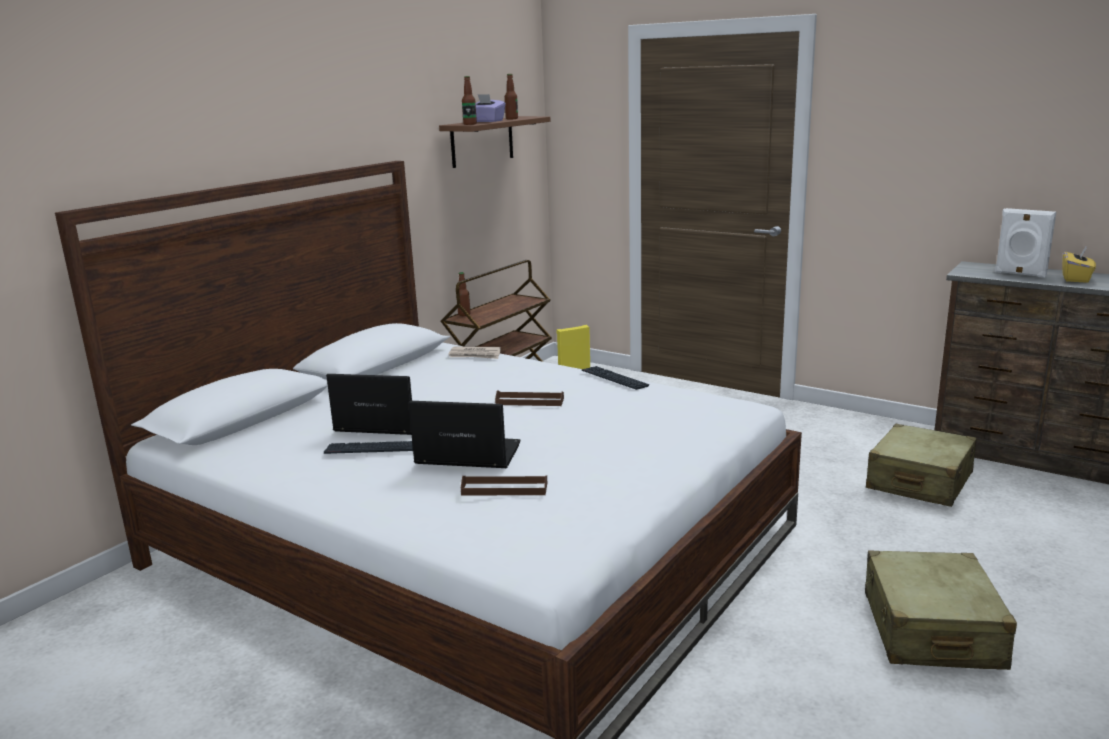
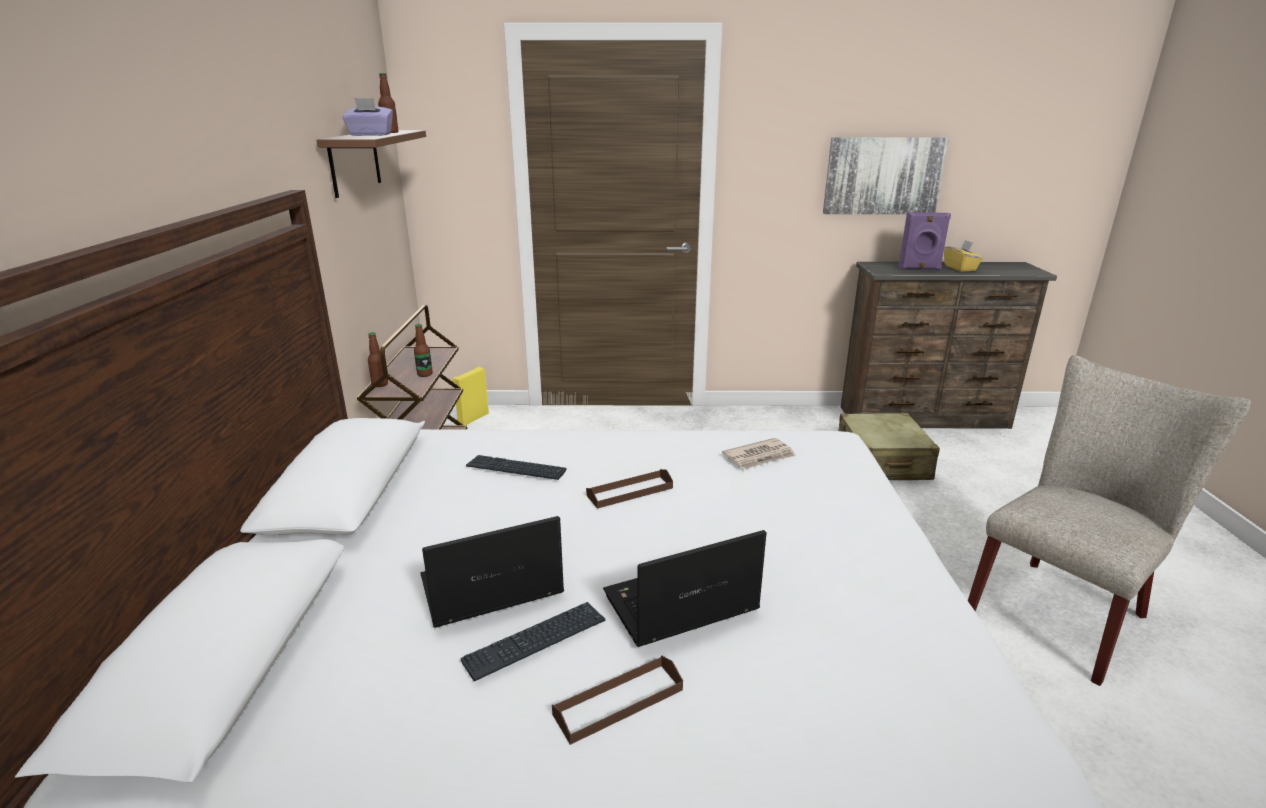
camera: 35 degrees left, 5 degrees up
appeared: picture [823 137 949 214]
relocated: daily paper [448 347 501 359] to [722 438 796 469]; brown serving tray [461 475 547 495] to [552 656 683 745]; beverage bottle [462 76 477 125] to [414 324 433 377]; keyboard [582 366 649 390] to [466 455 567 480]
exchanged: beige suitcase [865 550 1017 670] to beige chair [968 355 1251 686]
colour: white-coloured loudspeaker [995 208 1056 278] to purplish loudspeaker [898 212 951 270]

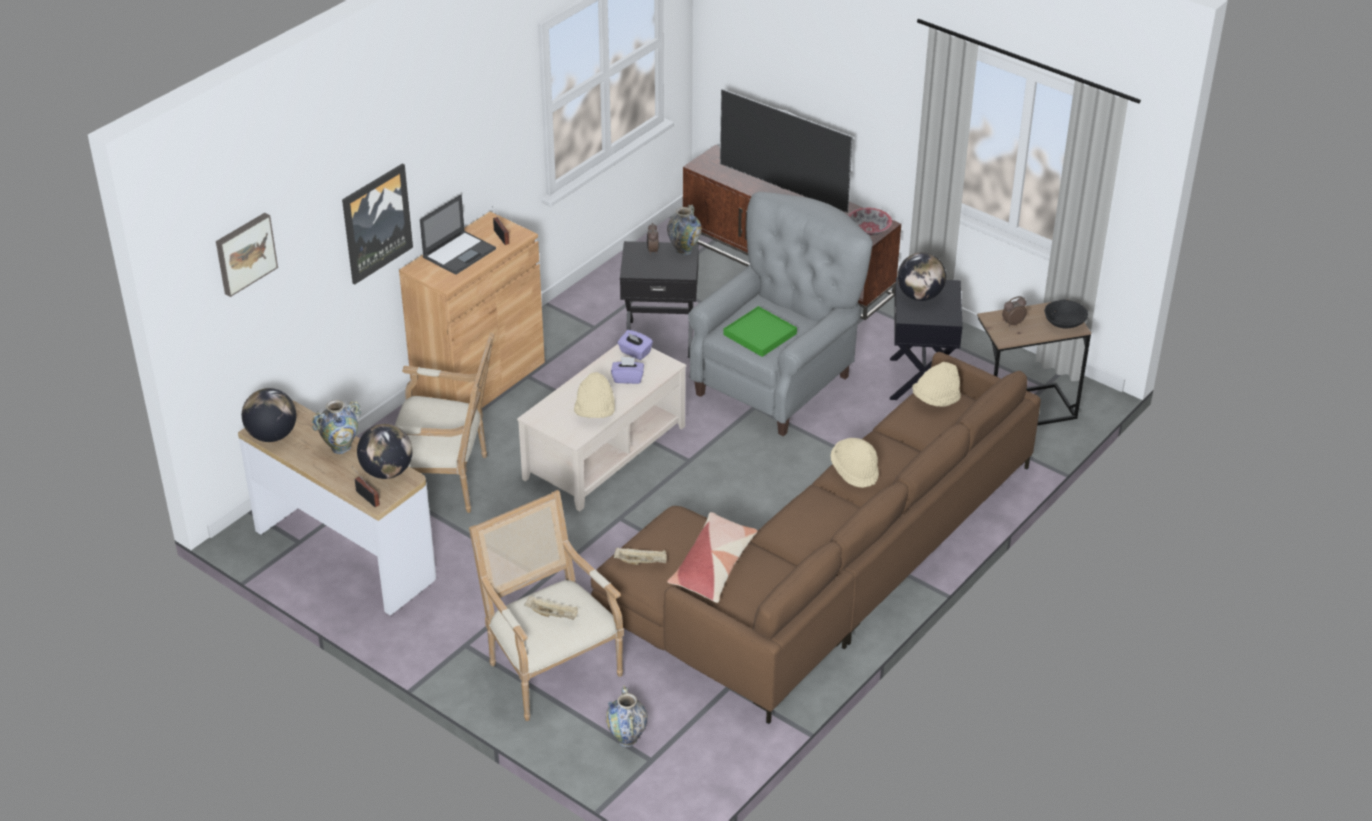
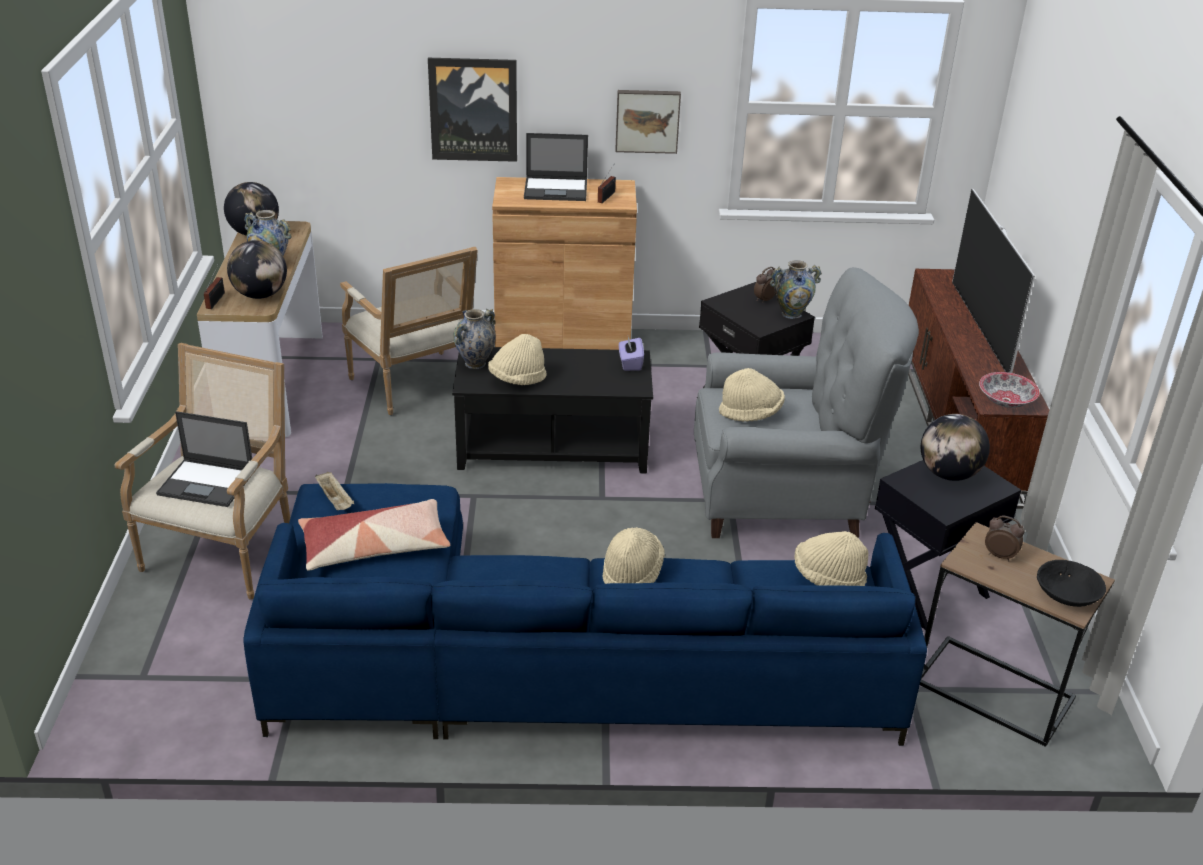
camera: 50 degrees right, 5 degrees down
missing: purplish tissue box [611 357 644 384]
relocated: picture [216 213 278 297] to [615 90 681 154]; vase [606 685 648 747] to [453 308 496 369]
exchanged: beige serving tray [524 596 578 620] to portable computer [156 411 252 507]; green serving tray [724 306 797 357] to beige clothing hat [719 368 785 422]
colour: beige low table [517 344 686 511] to black-coloured low table [452 347 653 473]; brown sofa [591 352 1041 724] to bluish sofa [243 483 927 746]

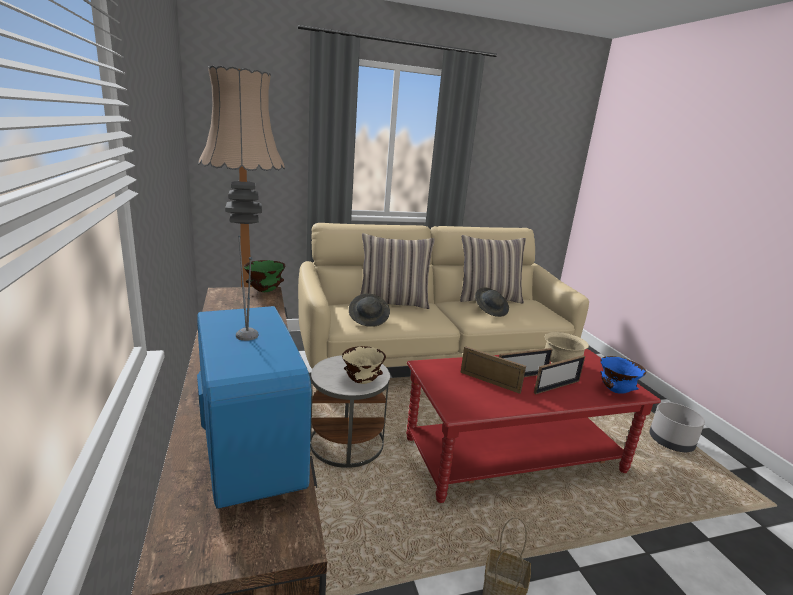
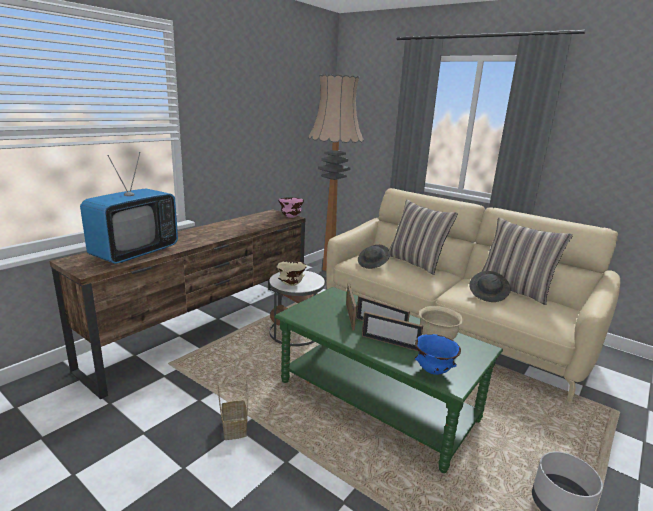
camera: 55 degrees right, 0 degrees up
colour: green deep dish [244 260 286 292] to pink deep dish [278 197 304 218]; reddish low table [406 349 661 503] to green low table [275 287 503 473]

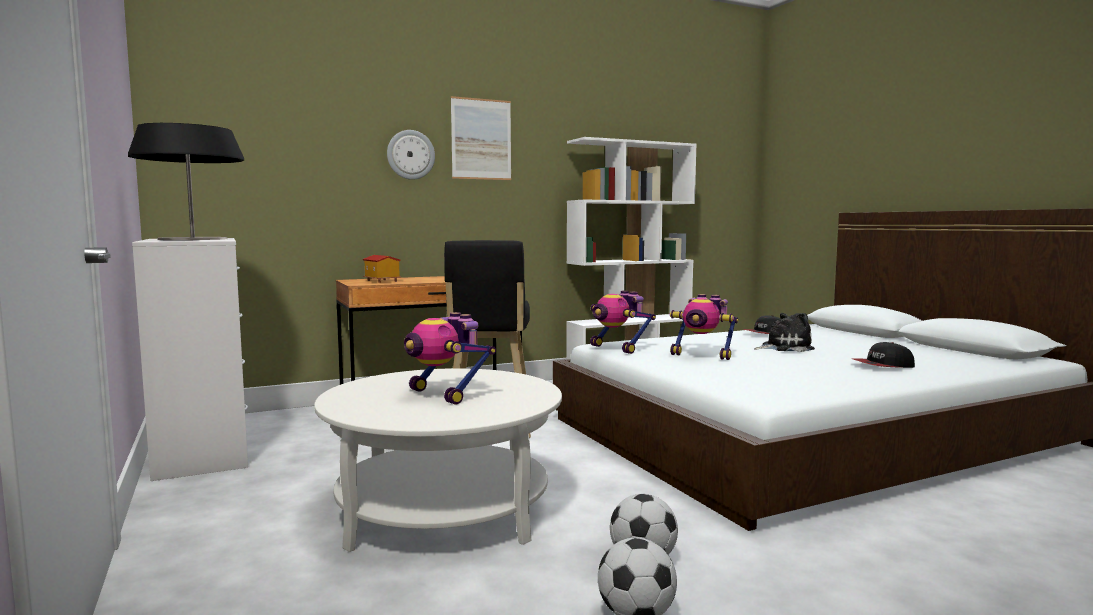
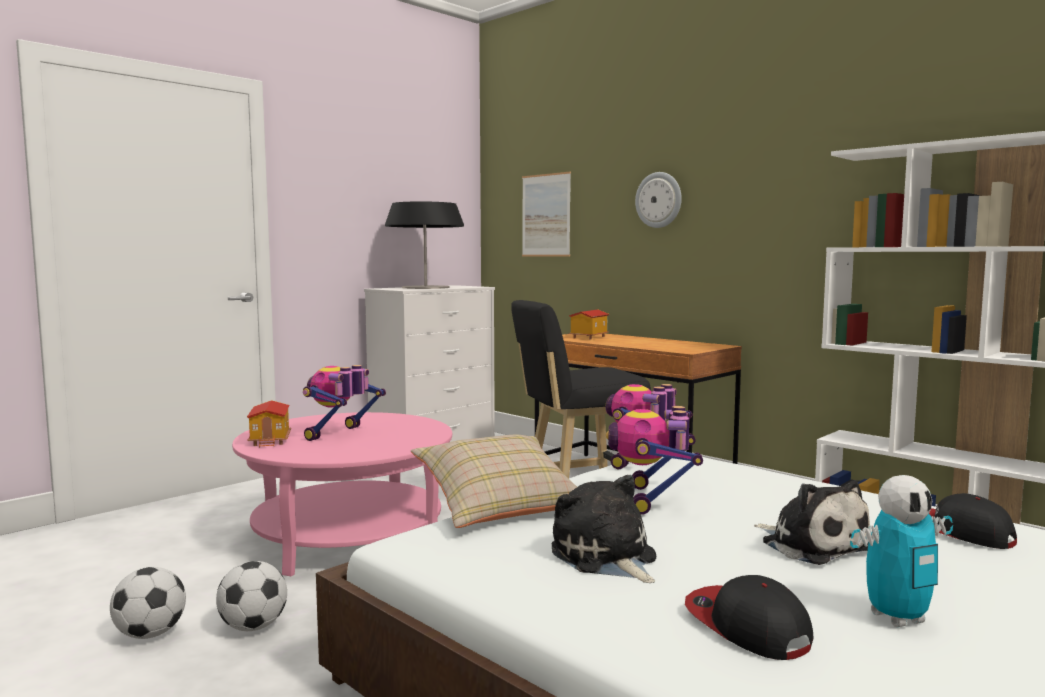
camera: 70 degrees right, 0 degrees up
appeared: miniature house [247 400 291 448]; beige pillow [411 435 577 528]; soft toy [552 475 656 583]; robot figure [850 475 953 627]
relocated: picture [451 96 511 180] to [522 172 571 257]
colour: white-coloured low table [314 368 562 552] to pink low table [232 412 452 576]

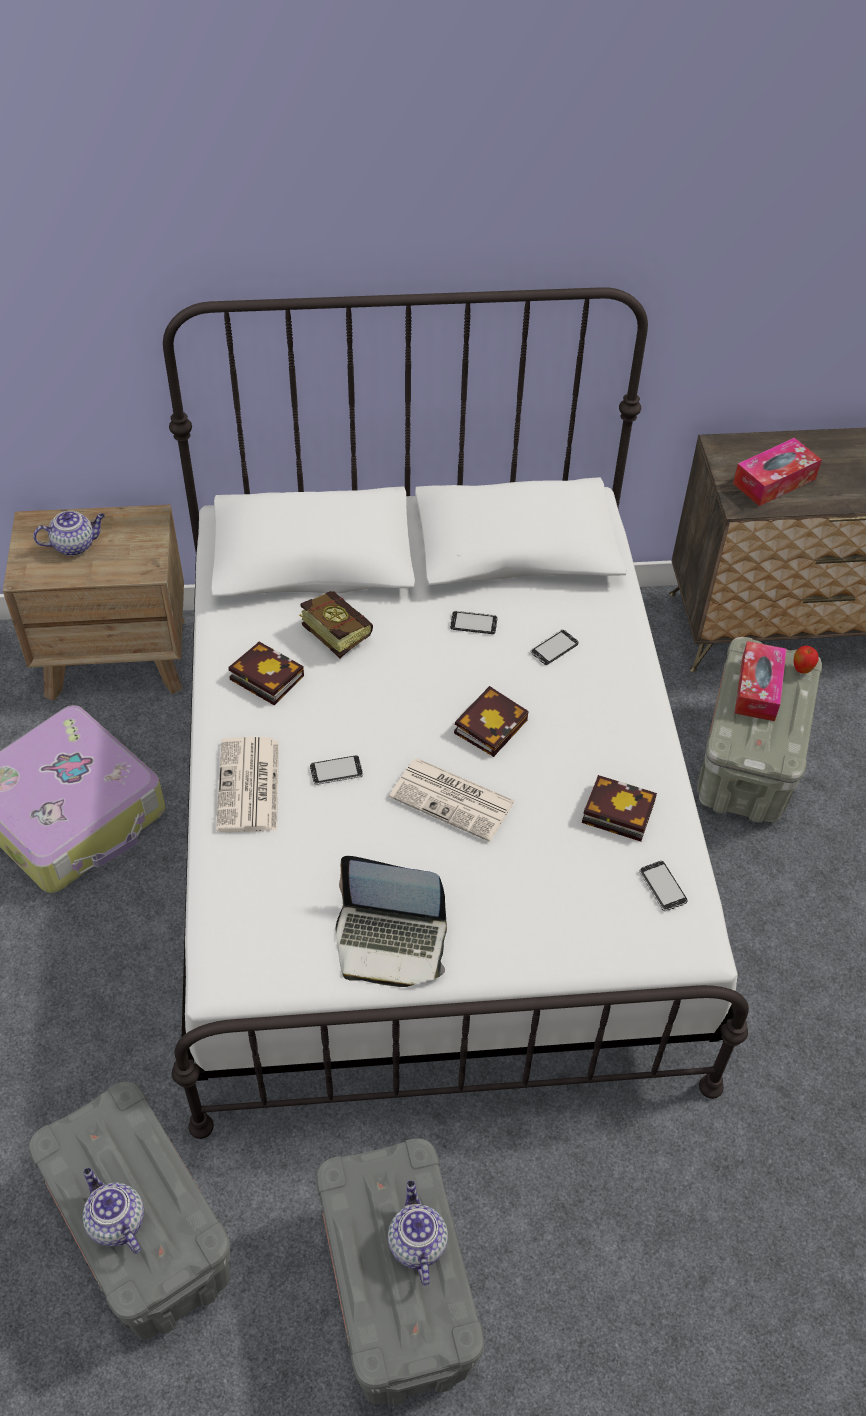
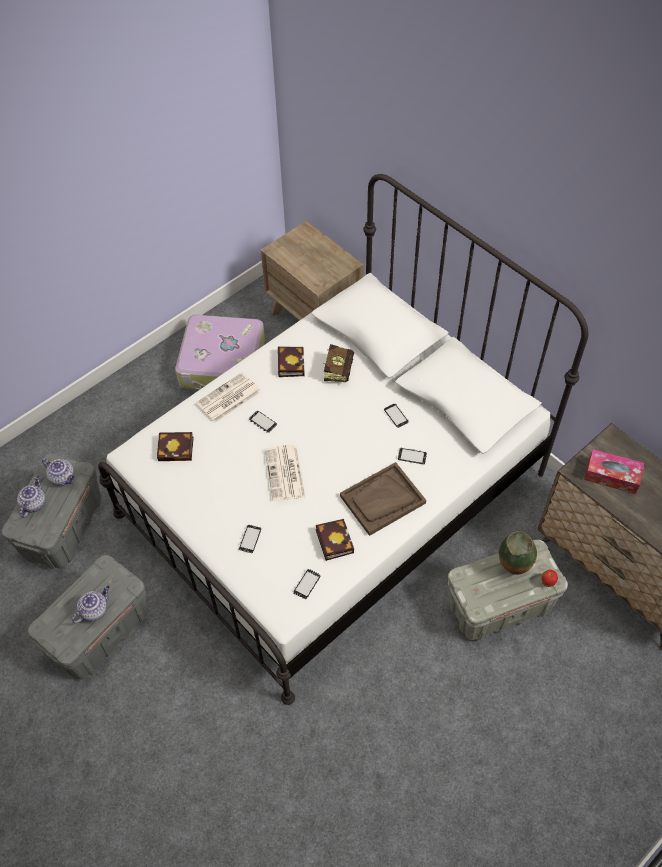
camera: 55 degrees right, 5 degrees up
missing: portable computer [336 856 447 987]
appeared: telephone [238 525 261 553]; brown serving tray [340 462 426 536]
relocated: pot for tea [33 510 105 556] to [42 458 75 486]; book [454 686 529 757] to [157 432 194 461]
exchanged: tissue box [735 641 786 721] to vase [499 531 537 575]

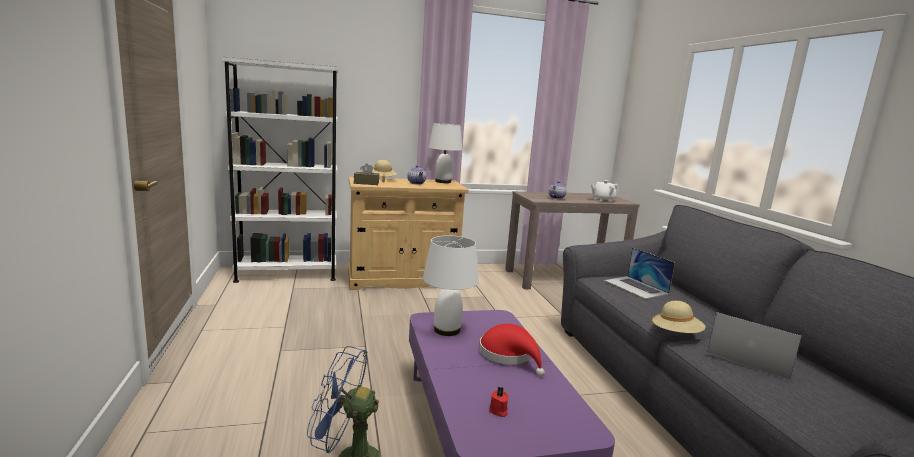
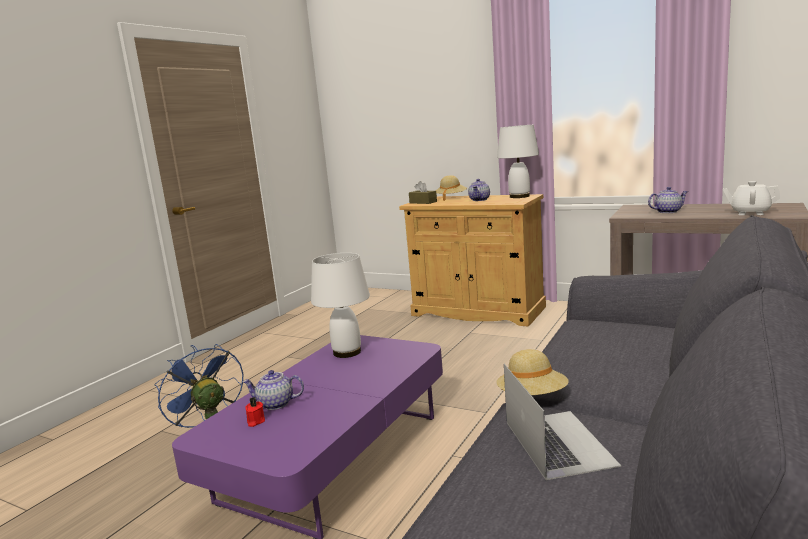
camera: 45 degrees right, 0 degrees up
missing: white-coloured bookcase [222 57 338 283]; reddish clothing hat [479 324 545 377]; portable computer [604 247 675 299]
appeared: pot for tea [242 370 304 410]

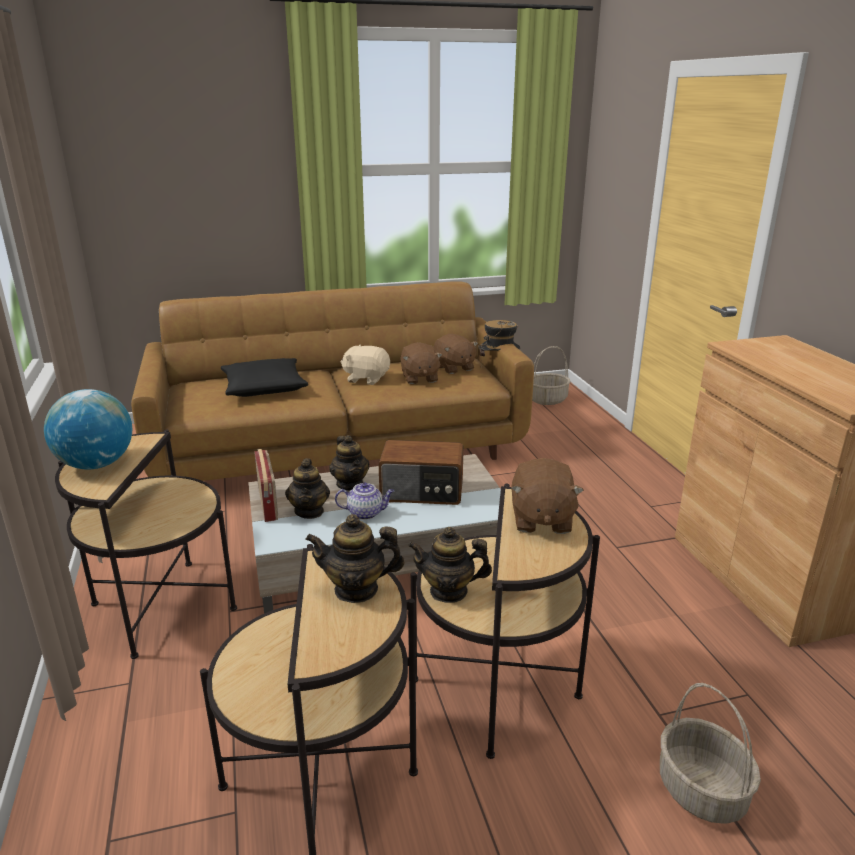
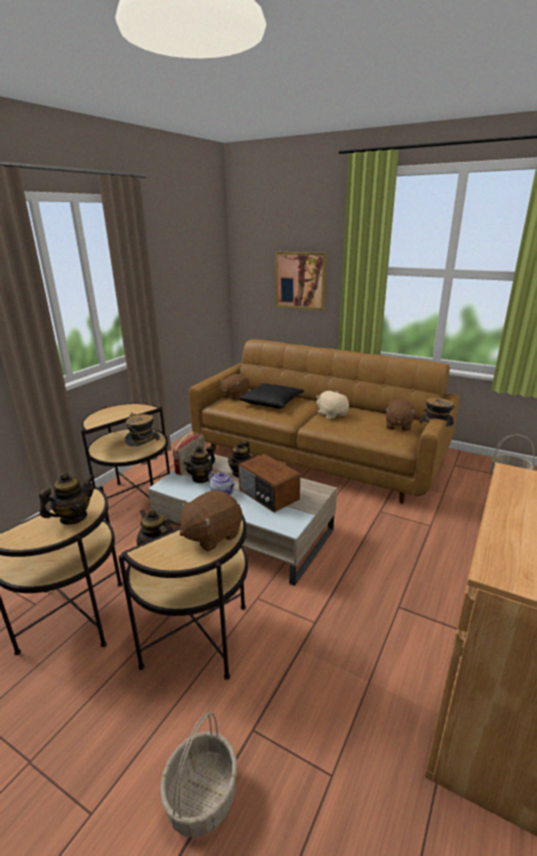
camera: 45 degrees right, 0 degrees up
missing: globe [44 389 132 470]
appeared: clothing hat [125 412 160 446]; picture [275 252 327 311]
relocated: brown soft toy [400 342 442 384] to [220 374 249 400]
spun: pot for tea [305 514 405 603] = [39 472 94 525] 90 degrees clockwise

